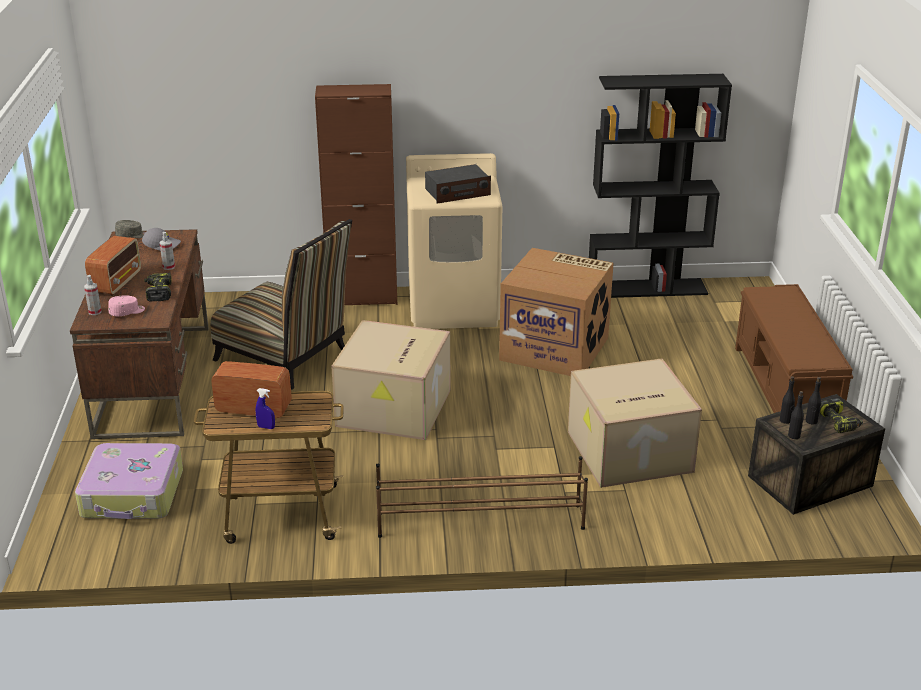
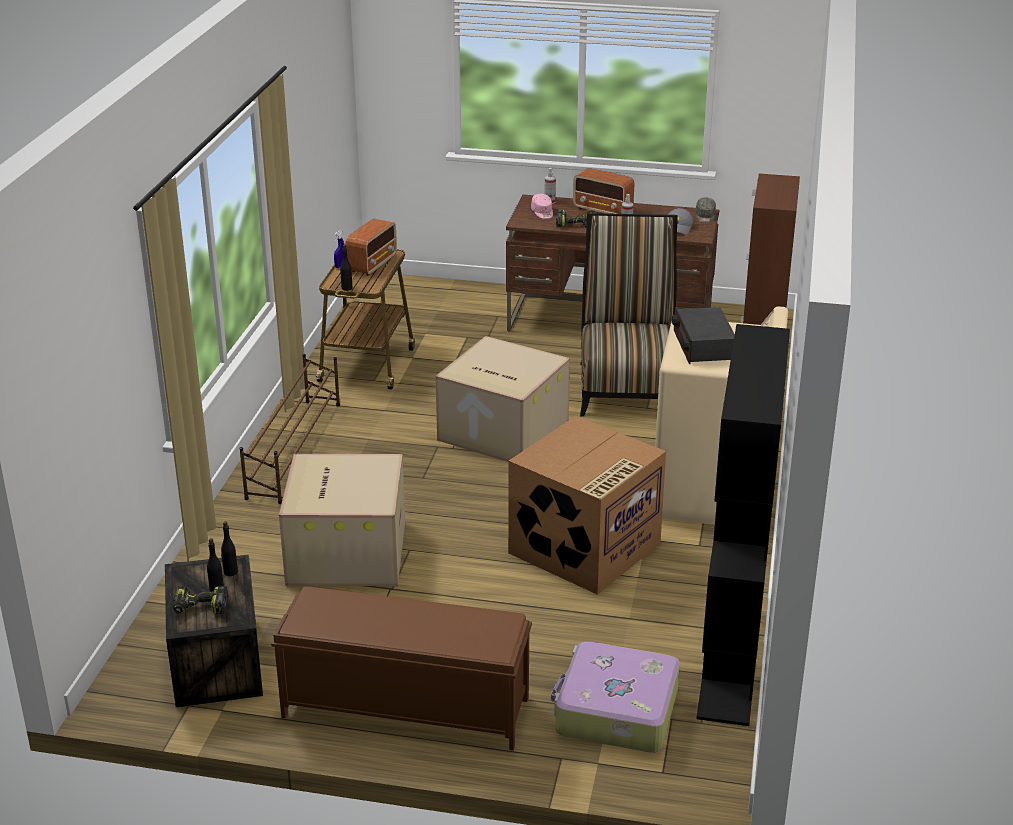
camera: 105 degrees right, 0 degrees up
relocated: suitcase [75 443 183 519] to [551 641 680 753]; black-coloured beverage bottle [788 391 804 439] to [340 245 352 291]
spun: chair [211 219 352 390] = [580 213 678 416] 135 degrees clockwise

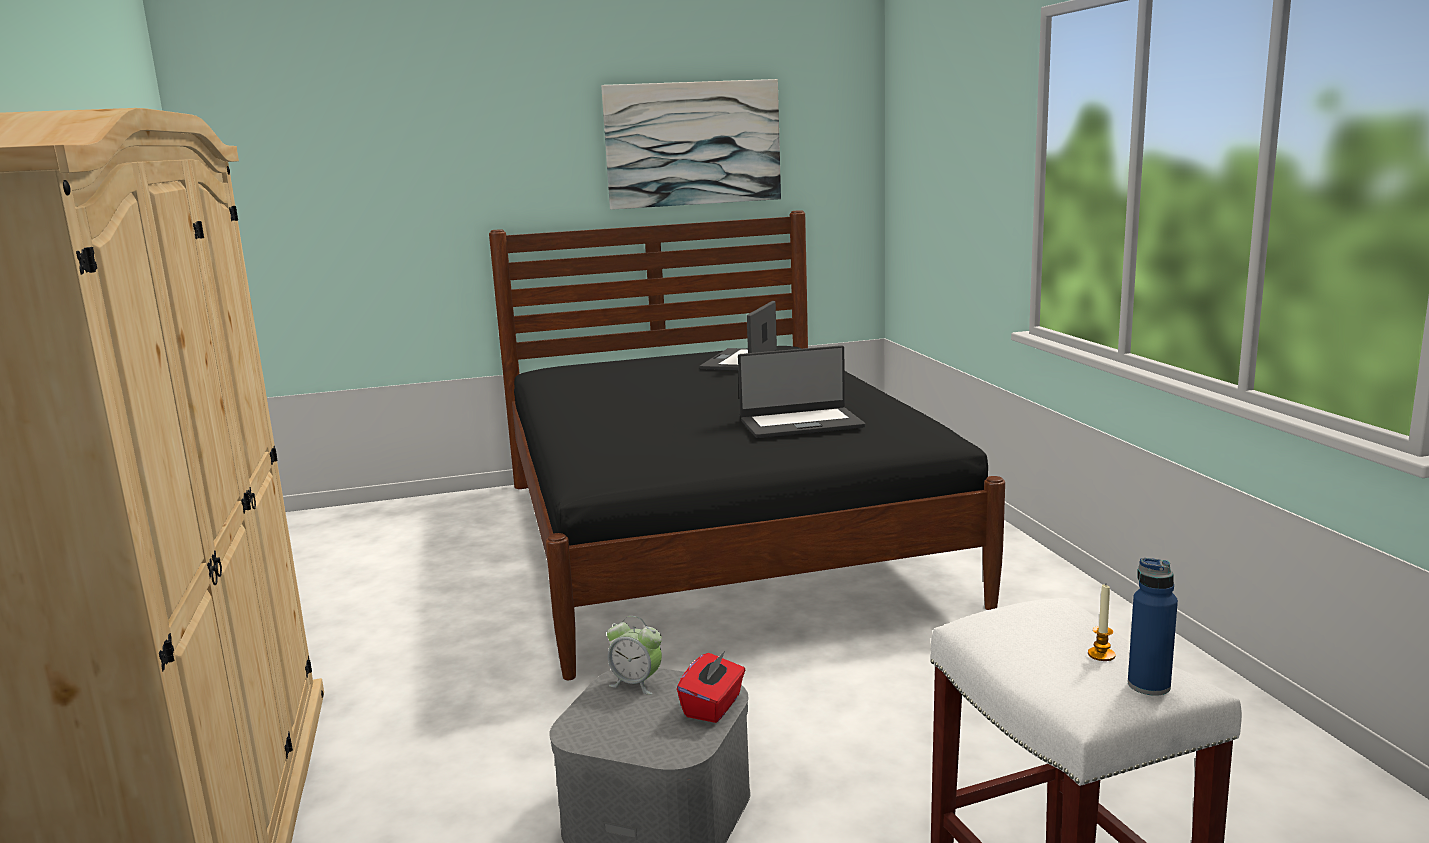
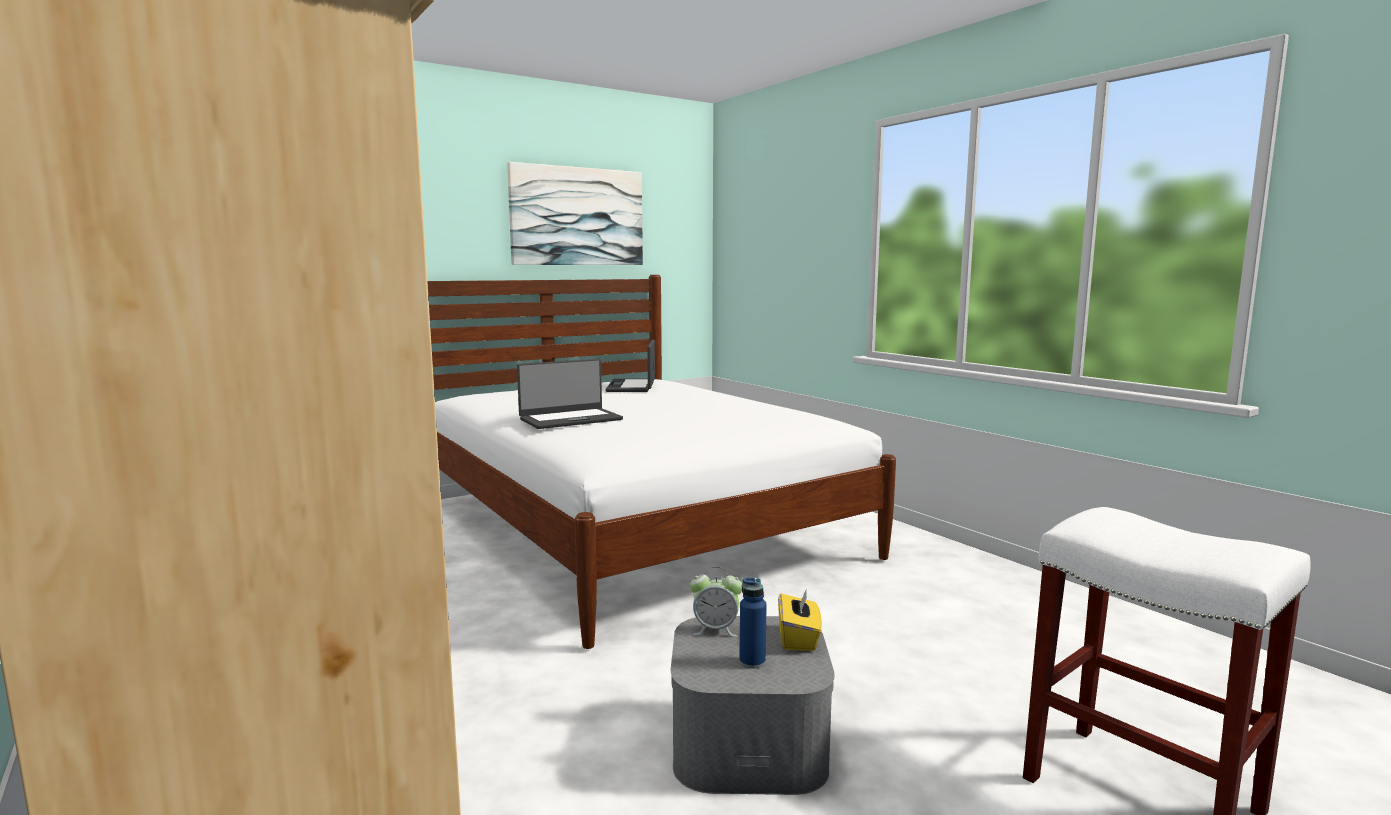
camera: 20 degrees left, 5 degrees down
missing: wax light [1088 585 1116 661]
relocated: portable computer [738 345 865 438] to [517 359 623 429]; bluish beverage bottle [1128 558 1178 696] to [739 578 767 669]
colour: black-coloured bed [489 210 1005 681] to white-coloured bed [427 275 896 649]; reddish tissue box [677 651 745 723] to yellowish tissue box [778 588 822 651]

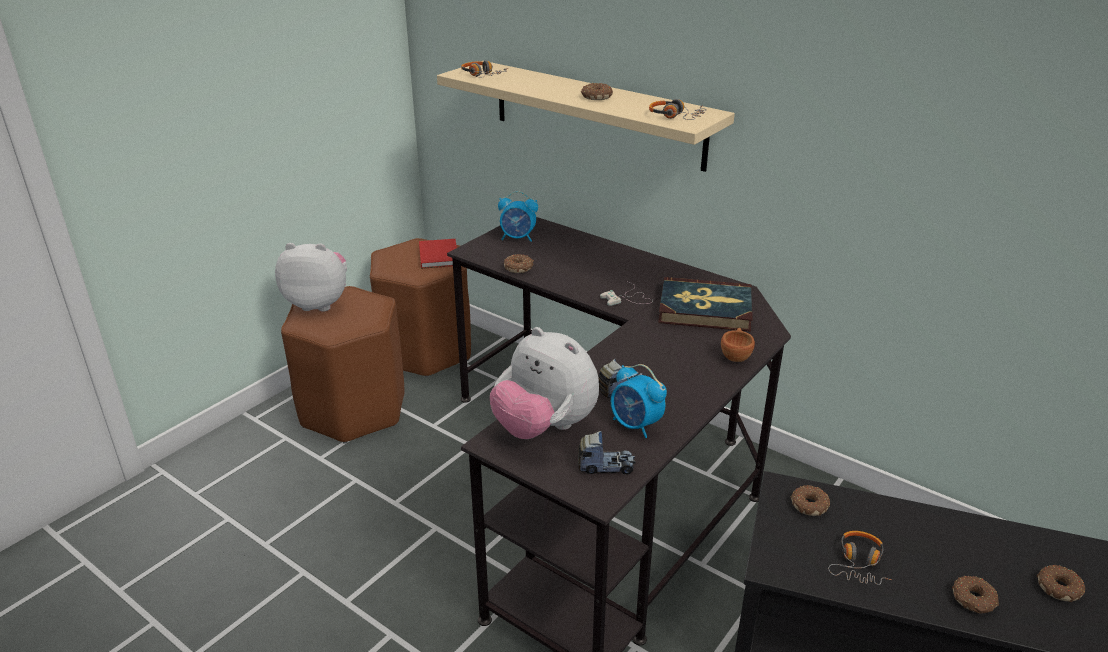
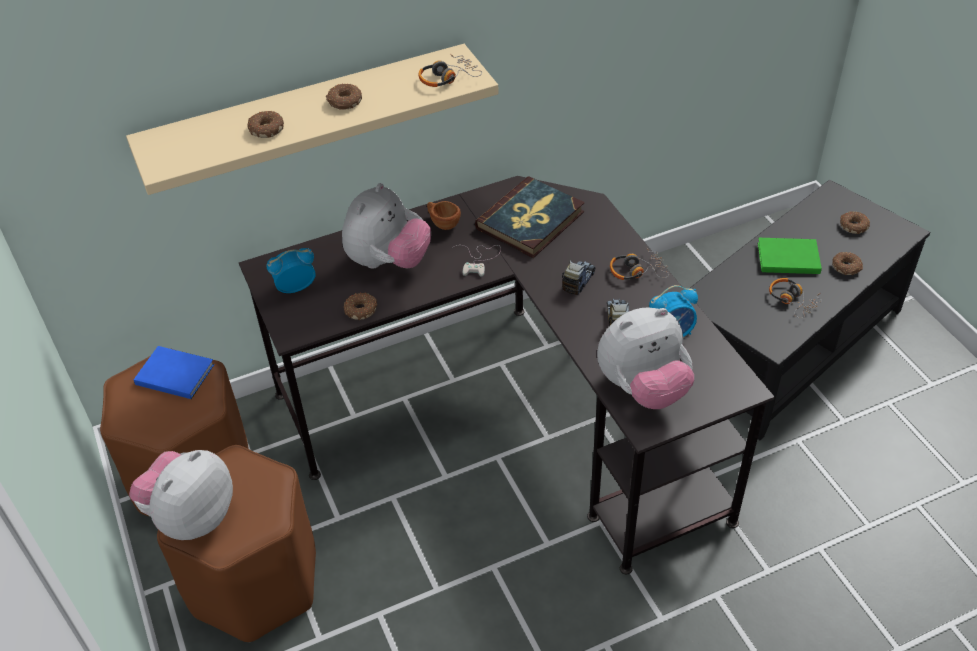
camera: 60 degrees left, 15 degrees up
appeared: soft toy [342 183 431 269]; green book [758 238 822 274]
relocated: pair of headphones [461 60 509 77] to [610 247 669 280]; toy truck [578 431 635 475] to [562 260 595 295]; brown drinking cup [721 328 755 362] to [427 201 461 230]; donut [790 485 830 516] to [247 111 284 138]
colour: reddish book [419 239 457 269] to bluish book [134 346 215 399]
spun: alarm clock [498 191 538 242] = [266 248 316 293] 150 degrees counterclockwise

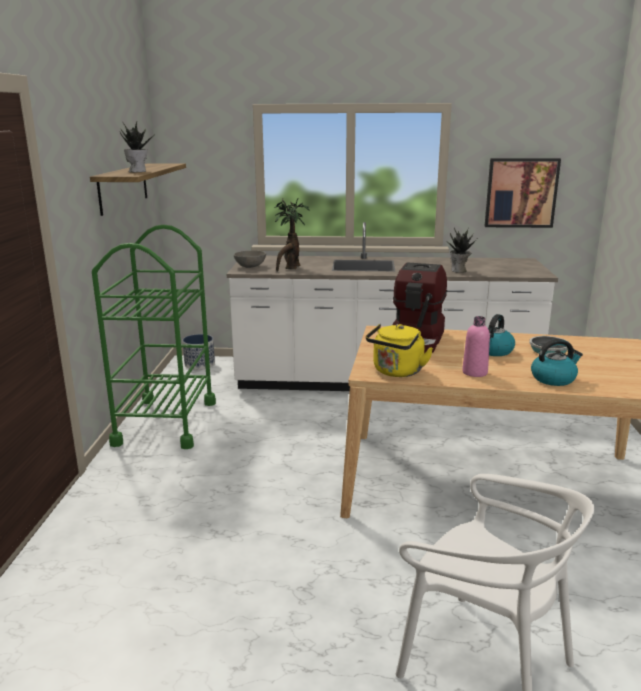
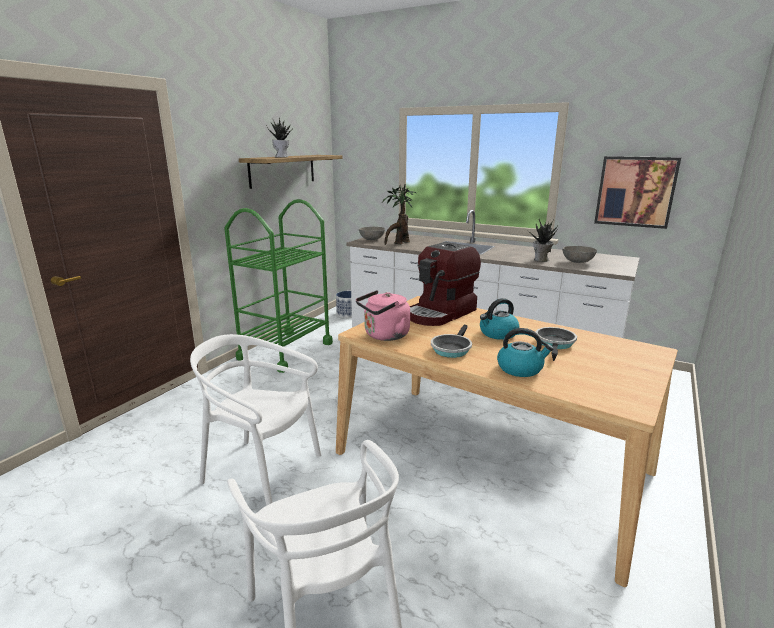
camera: 25 degrees right, 0 degrees up
appeared: white-coloured chair [190 334 321 506]; greyish deep dish [562 246 597 263]
exchanged: pink beverage bottle [462 316 490 377] to pan [431 325 472 358]
colour: yellowish water kettle [366 324 433 377] to pink water kettle [356 290 410 341]

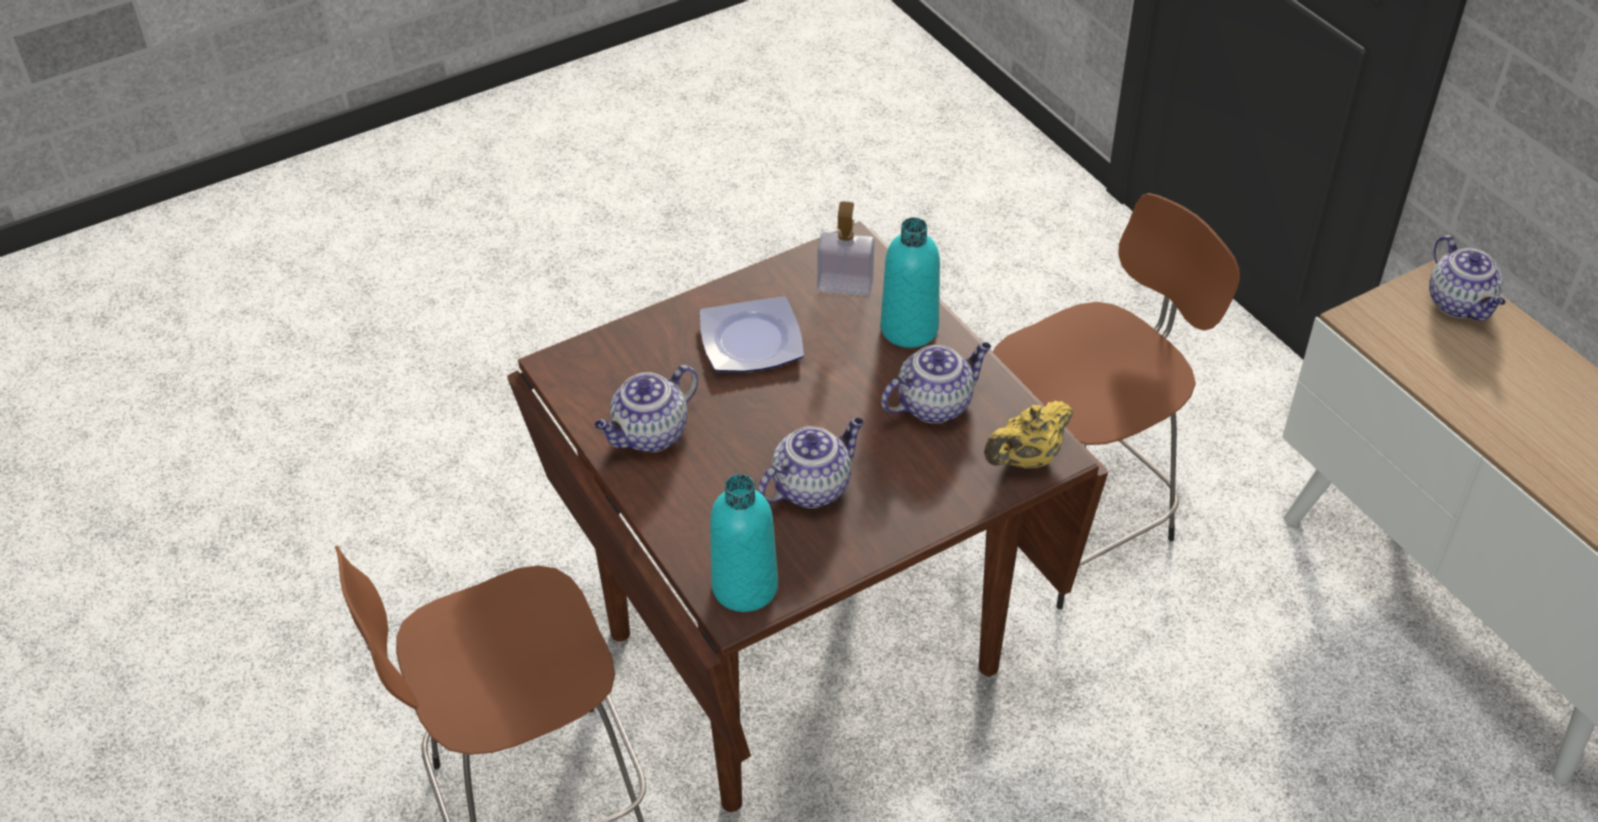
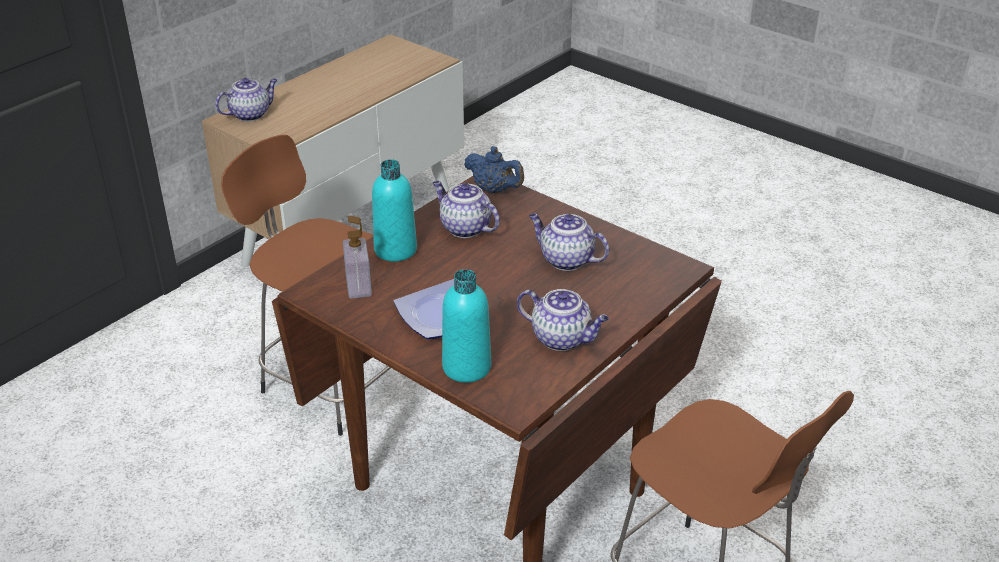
camera: 110 degrees left, 10 degrees down
relocated: turquoise beverage bottle [710 474 778 612] to [442 269 491 383]
colour: yellowish pot for tea [984 401 1072 469] to bluish pot for tea [464 146 524 193]

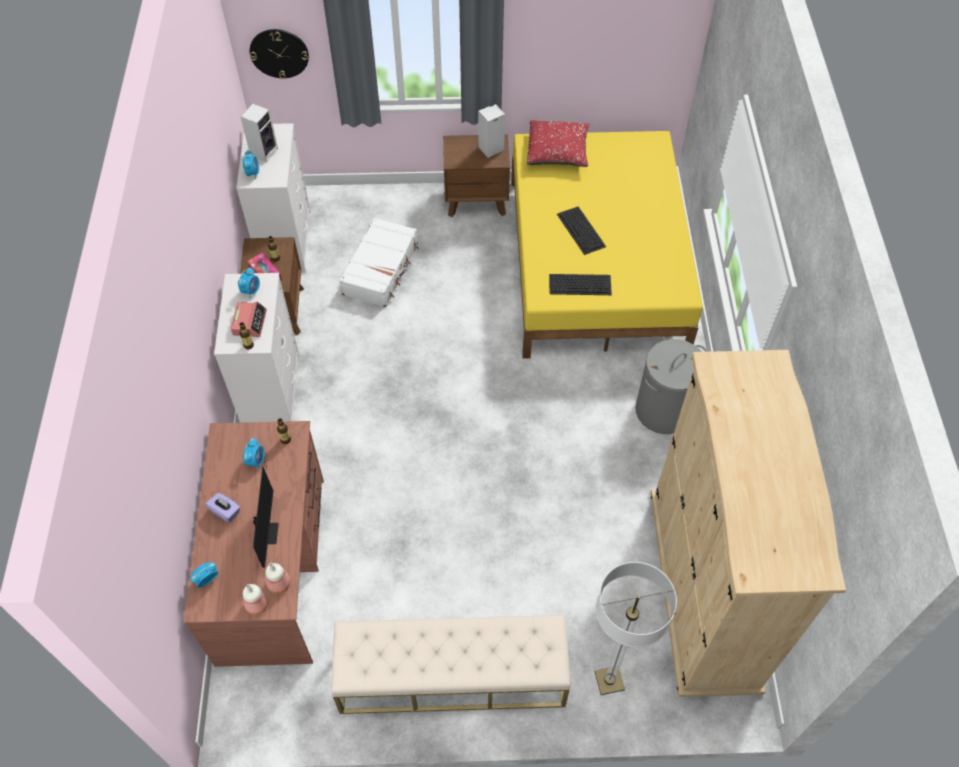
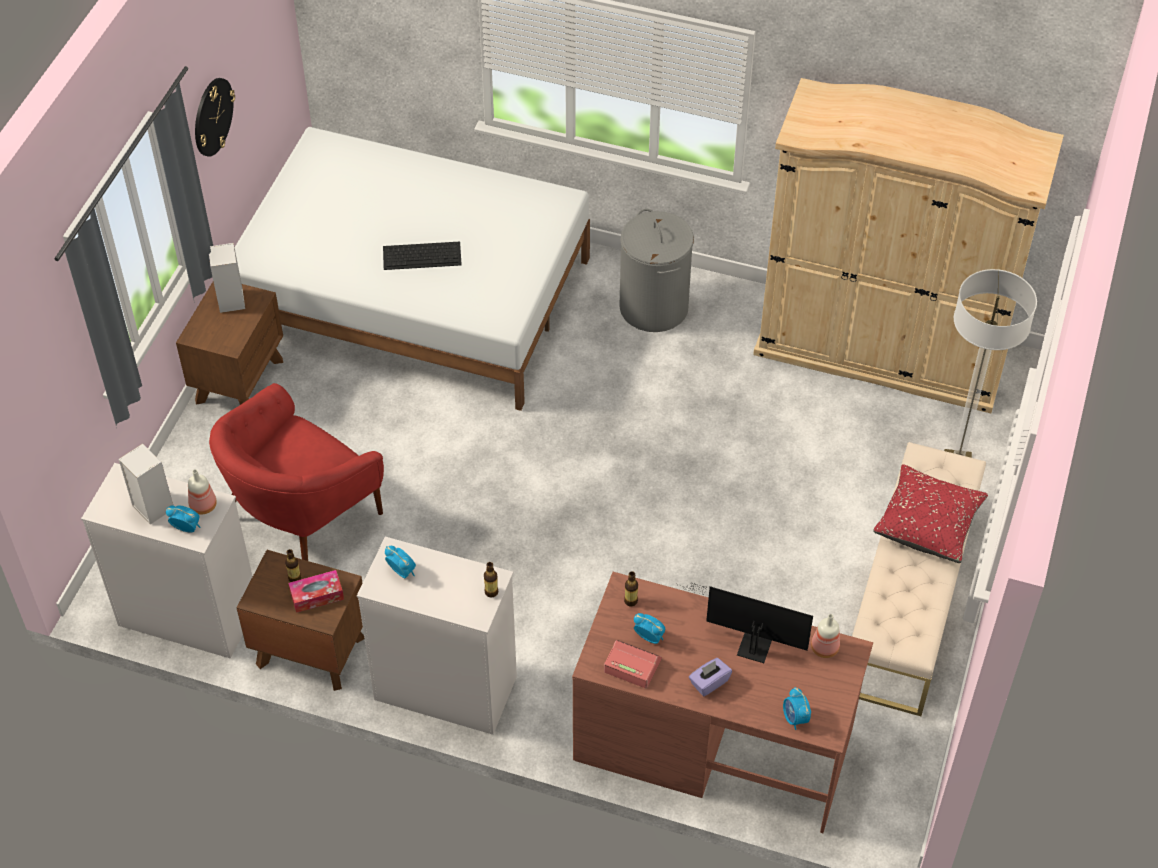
camera: 70 degrees left, 5 degrees down
missing: keyboard [549 274 612 295]
relocated: alarm clock [231 302 267 337] to [604 640 662 688]; beverage bottle [243 584 269 615] to [188 469 217 515]; clock on the wall [250 29 309 79] to [195 78 235 157]; reddish pillow [527 120 589 167] to [873 464 988 563]
exchanged: white-coloured suitcase [340 218 418 307] to reddish lounge chair [209 383 384 561]
colour: yellowish bed [511 131 703 359] to white-coloured bed [235 127 590 411]

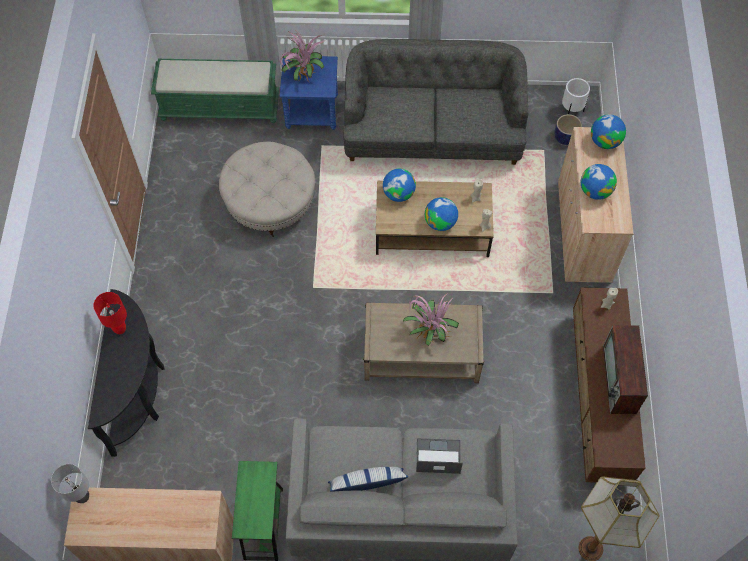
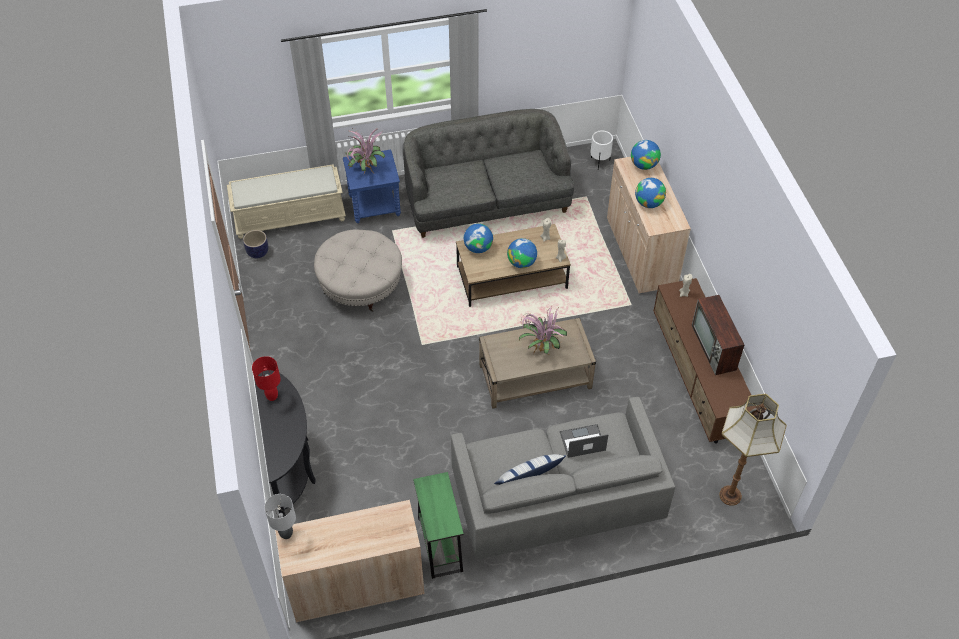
camera: 15 degrees left, 10 degrees down
relocated: flower pot [554 114 582 145] to [243 230 268 258]
colour: green bench [151 59 279 123] to beige bench [227 164 346 239]

